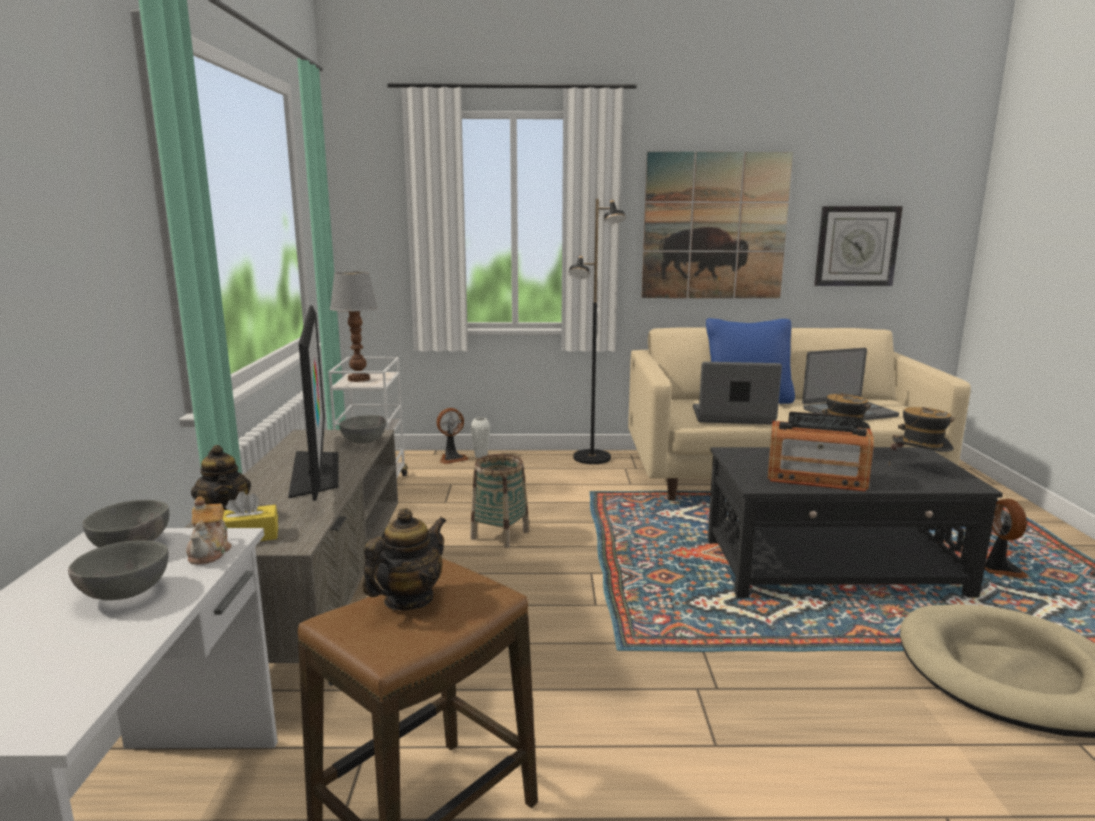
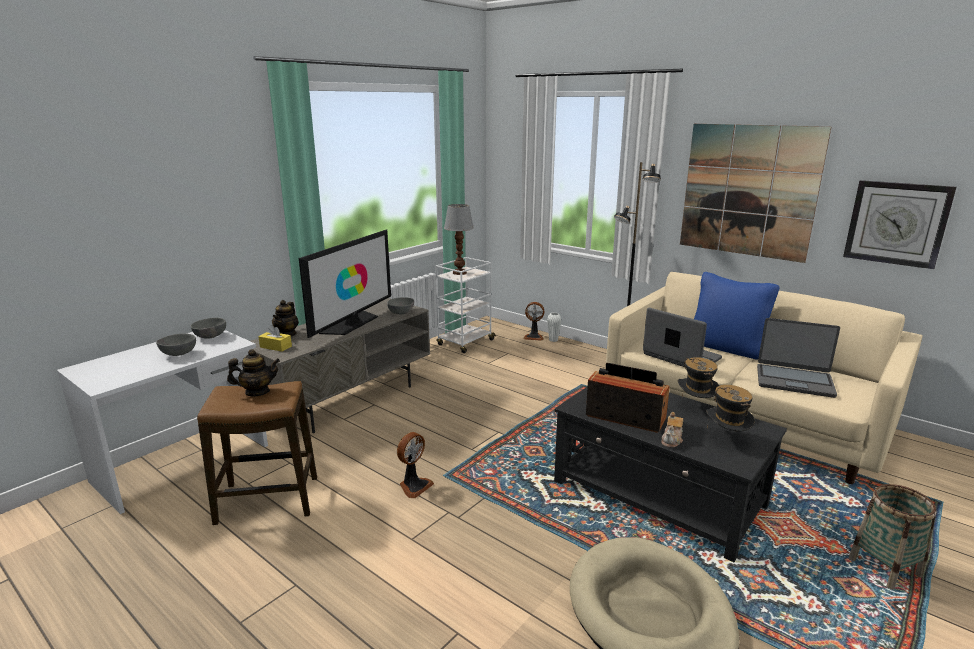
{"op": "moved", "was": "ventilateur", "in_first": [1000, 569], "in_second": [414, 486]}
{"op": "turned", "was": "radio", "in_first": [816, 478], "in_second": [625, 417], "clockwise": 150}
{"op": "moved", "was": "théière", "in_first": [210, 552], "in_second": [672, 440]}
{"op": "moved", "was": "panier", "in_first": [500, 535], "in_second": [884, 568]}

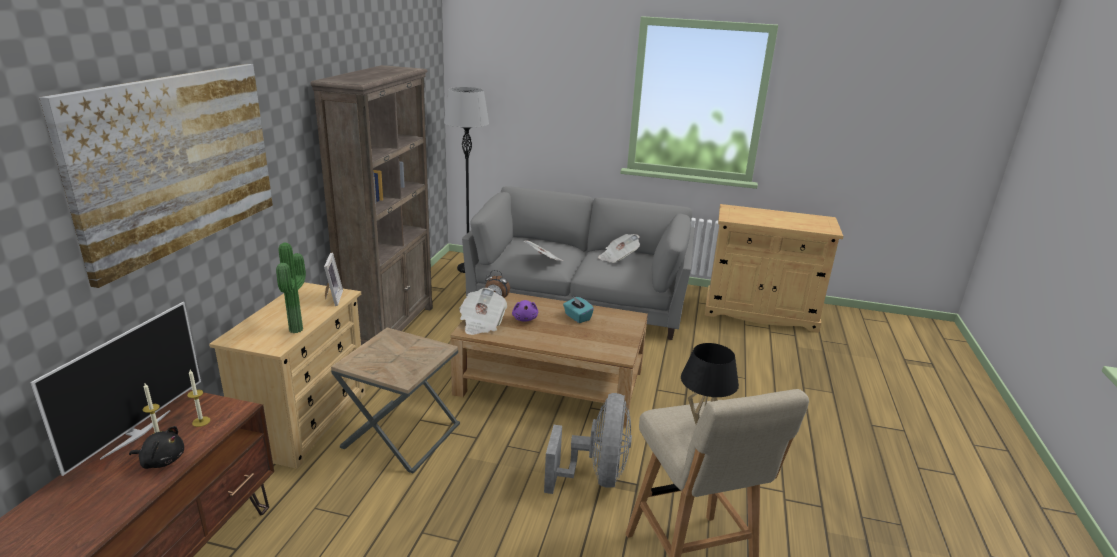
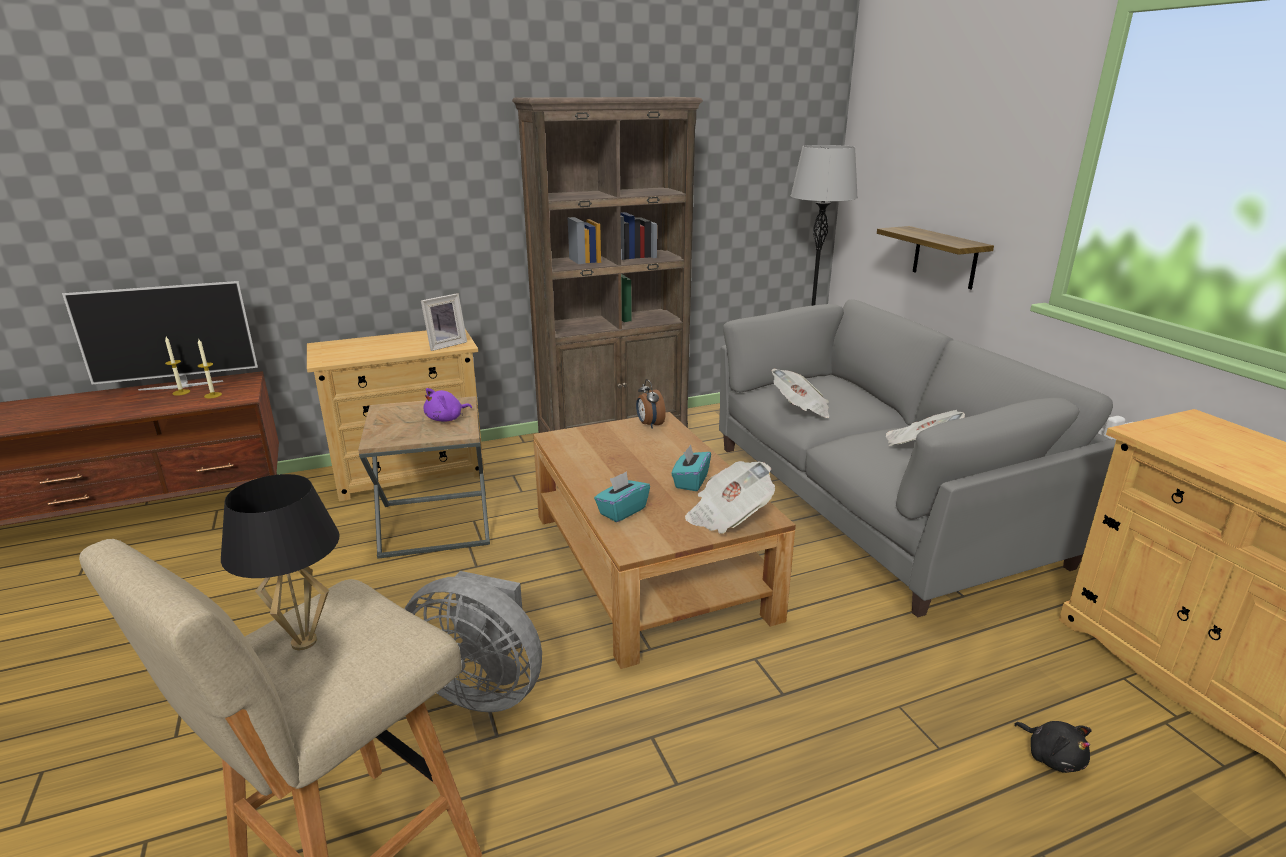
{"op": "turned", "was": "ventilateur/gris", "in_first": [596, 476], "in_second": [481, 688], "clockwise": 45}
{"op": "moved", "was": "peluche/violet", "in_first": [525, 319], "in_second": [446, 419]}
{"op": "added", "now": "boîte à mouchoirs/turquoise", "in_second": [622, 511]}
{"op": "moved", "was": "journal", "in_first": [481, 323], "in_second": [728, 516]}
{"op": "added", "now": "étagère", "in_second": [945, 257]}
{"op": "moved", "was": "peluche/noir", "in_first": [161, 460], "in_second": [1052, 757]}
{"op": "removed", "was": "tableau", "in_first": [177, 162]}
{"op": "removed", "was": "plante en pot", "in_first": [299, 329]}

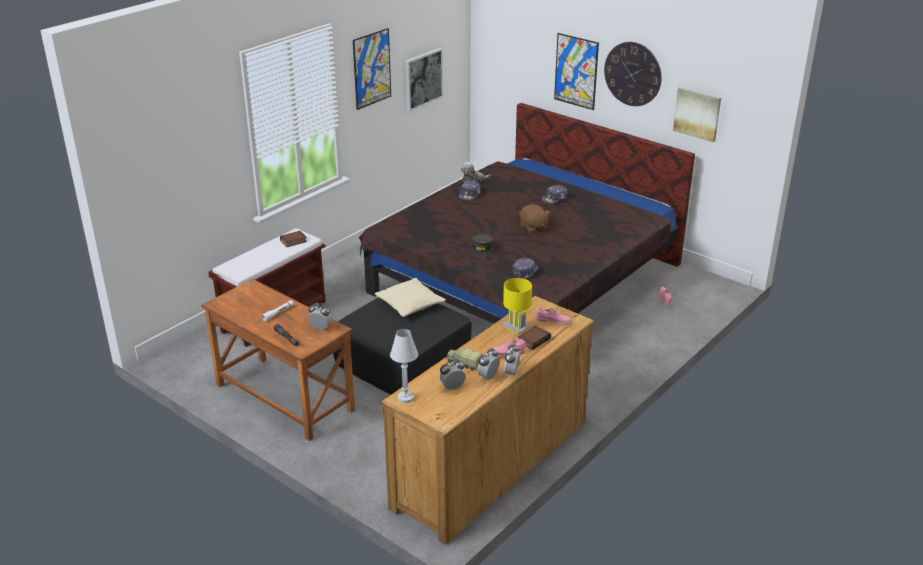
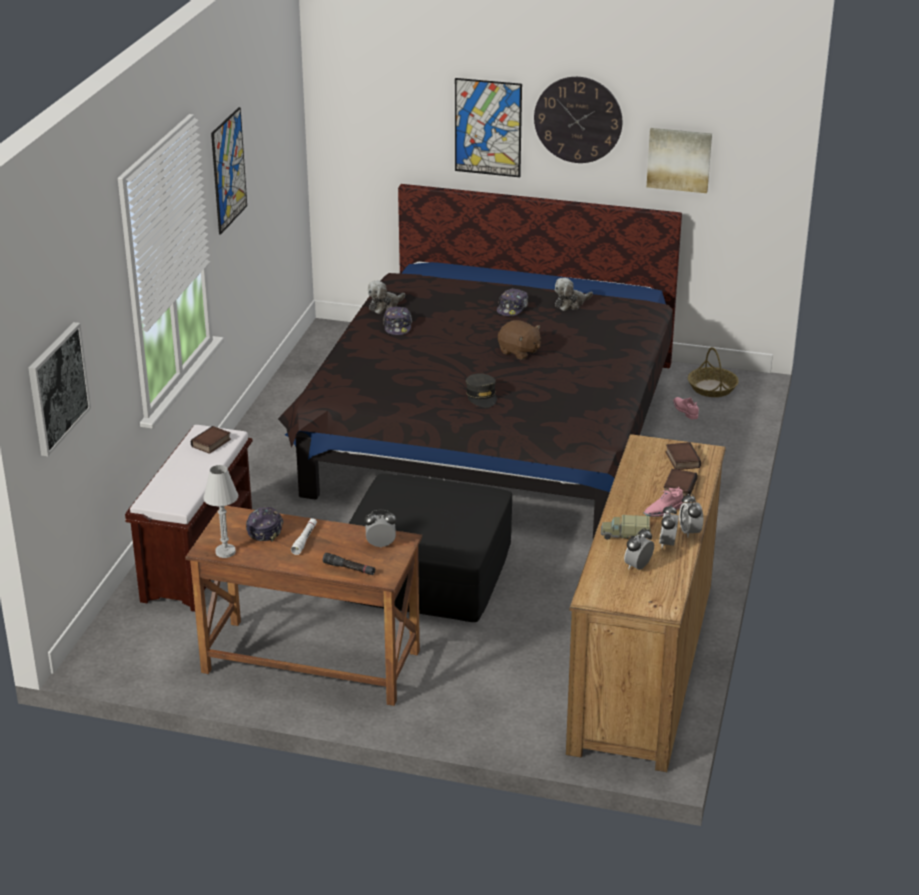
{"op": "moved", "was": "tableau", "in_first": [423, 79], "in_second": [57, 388]}
{"op": "moved", "was": "lampe de table/blanc", "in_first": [405, 398], "in_second": [225, 552]}
{"op": "moved", "was": "casquette", "in_first": [525, 272], "in_second": [265, 529]}
{"op": "added", "now": "peluche", "in_second": [571, 304]}
{"op": "replaced", "was": "chaussure/rose", "now": "livre", "in_first": [553, 321], "in_second": [681, 459]}
{"op": "added", "now": "panier", "in_second": [712, 388]}
{"op": "removed", "was": "coussin/beige", "in_first": [410, 305]}
{"op": "removed", "was": "lampe de table/jaune", "in_first": [516, 327]}

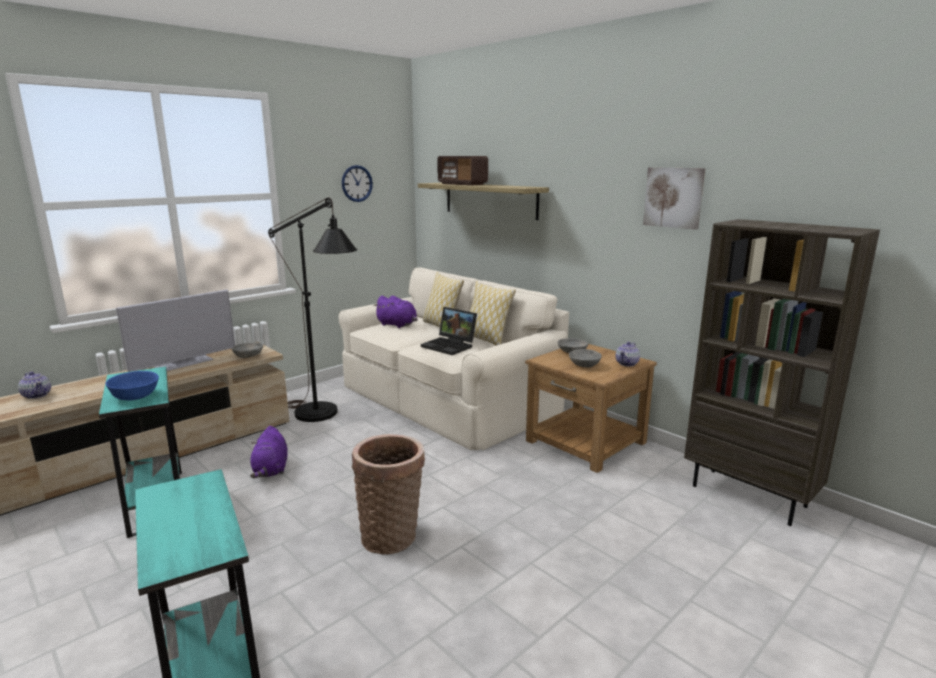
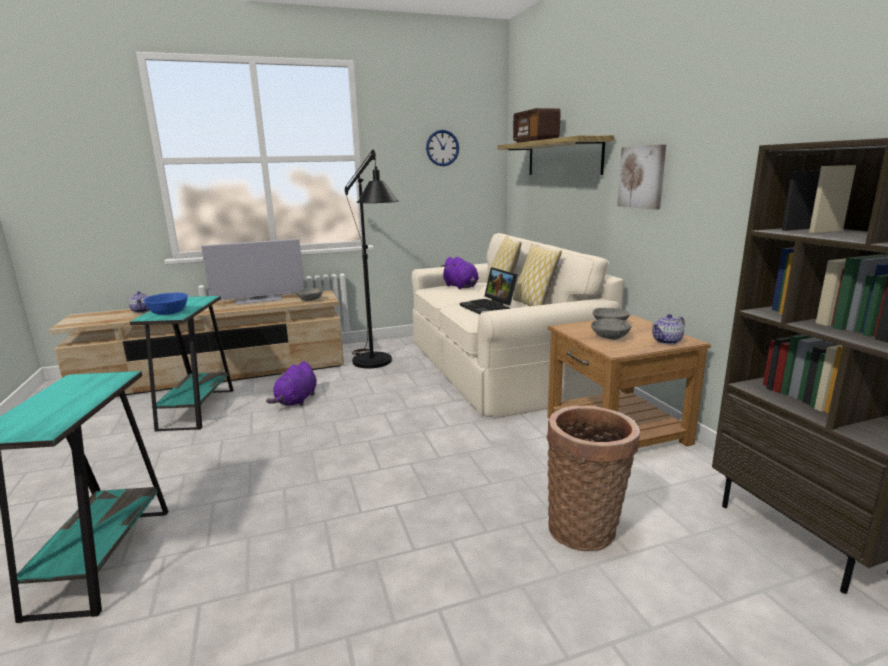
{"op": "moved", "was": "panier", "in_first": [392, 535], "in_second": [585, 528]}
{"op": "moved", "was": "tableau", "in_first": [674, 197], "in_second": [642, 177]}

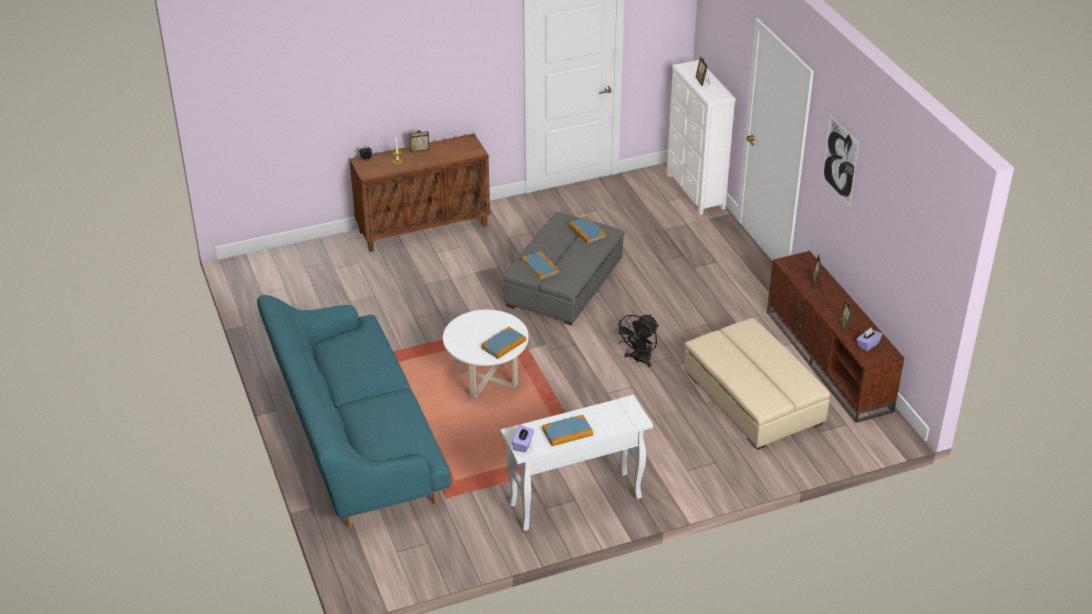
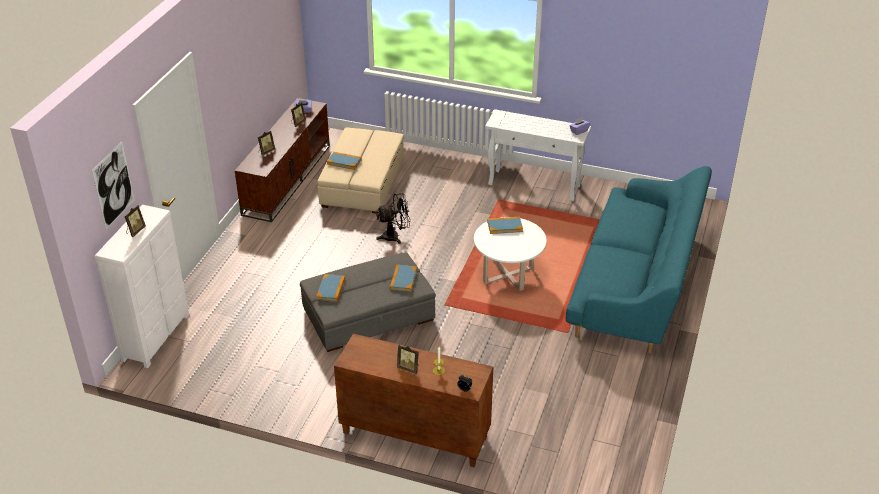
{"op": "moved", "was": "tableau", "in_first": [840, 160], "in_second": [113, 185]}
{"op": "moved", "was": "livre", "in_first": [567, 432], "in_second": [344, 162]}

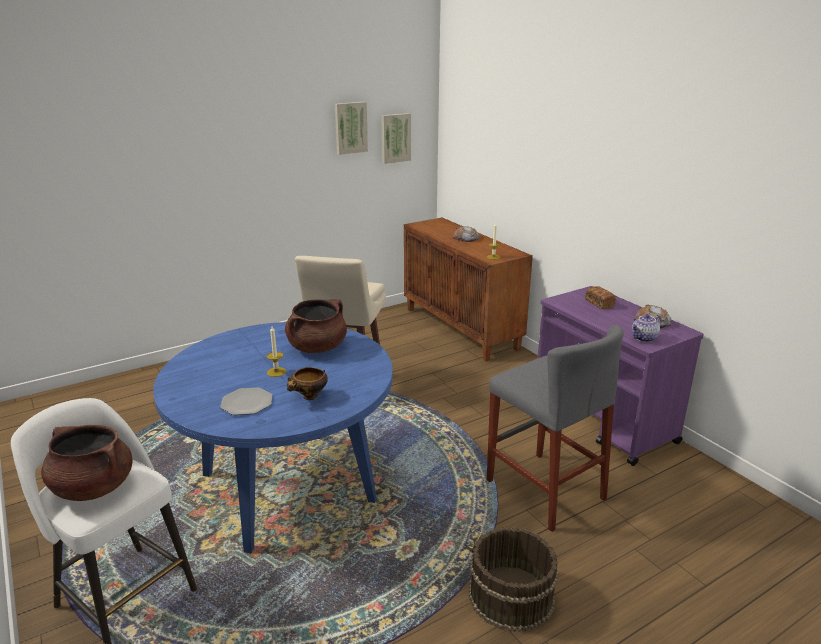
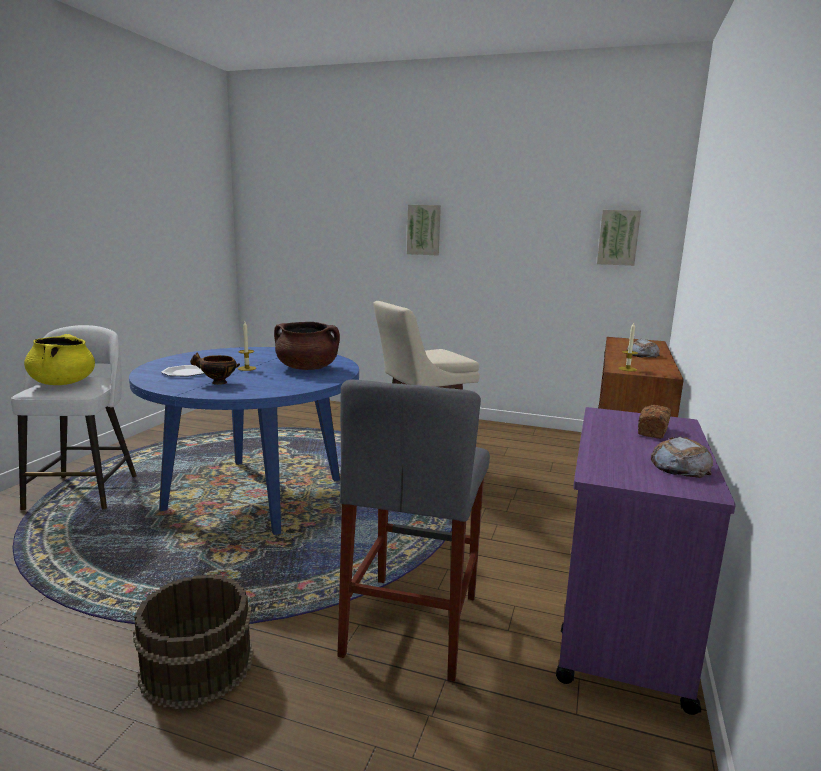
{"op": "recoloured", "was": "marmite/marron", "now": "marmite/jaune", "in_first": [93, 487], "in_second": [63, 383]}
{"op": "moved", "was": "tableau", "in_first": [350, 127], "in_second": [424, 230]}
{"op": "removed", "was": "théière", "in_first": [644, 338]}

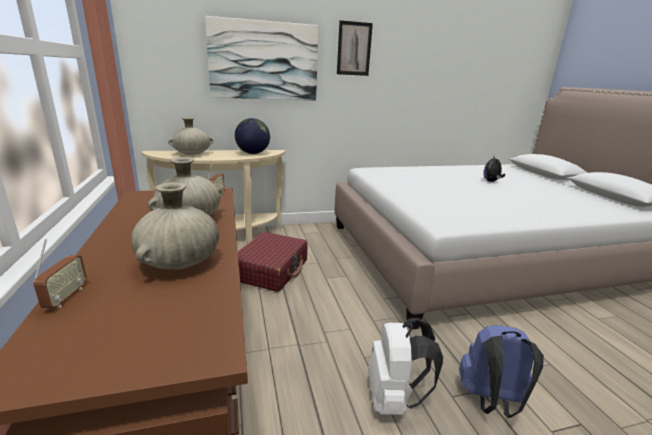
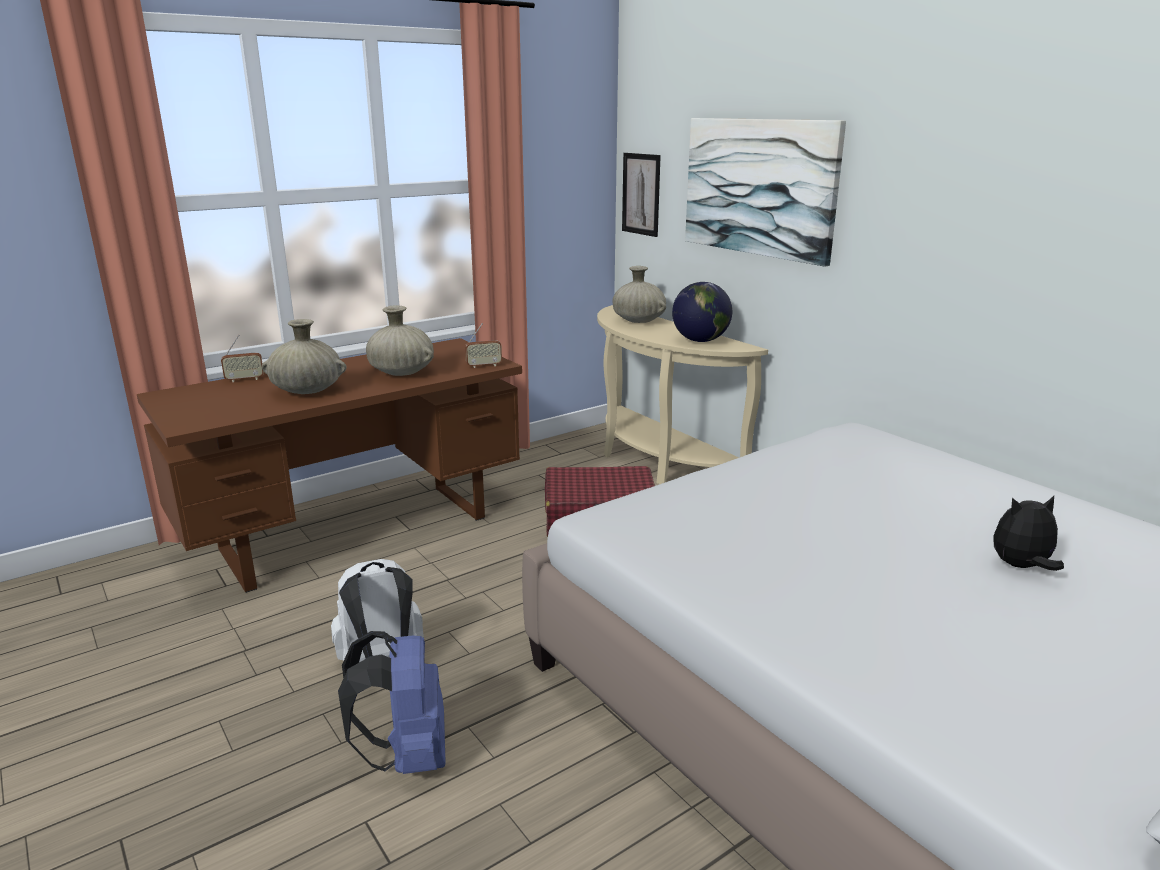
{"op": "moved", "was": "tableau", "in_first": [354, 49], "in_second": [641, 194]}

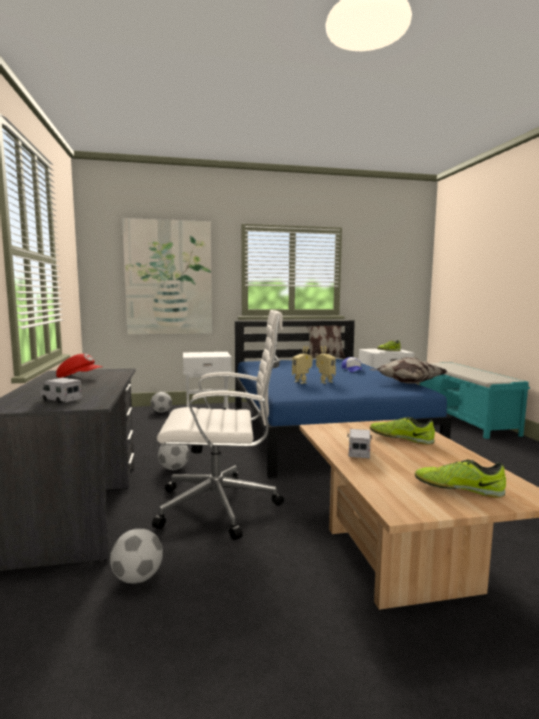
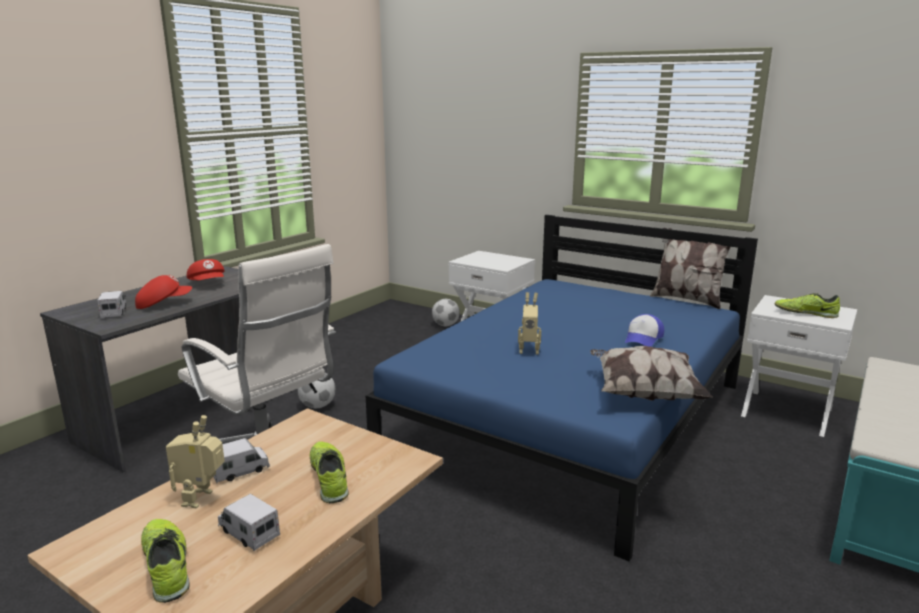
{"op": "added", "now": "casquette/rouge", "in_second": [163, 304]}
{"op": "moved", "was": "robot jouet", "in_first": [302, 382], "in_second": [202, 499]}
{"op": "added", "now": "camion jouet", "in_second": [249, 532]}
{"op": "removed", "was": "ballon de foot", "in_first": [138, 578]}
{"op": "removed", "was": "tableau", "in_first": [169, 278]}

